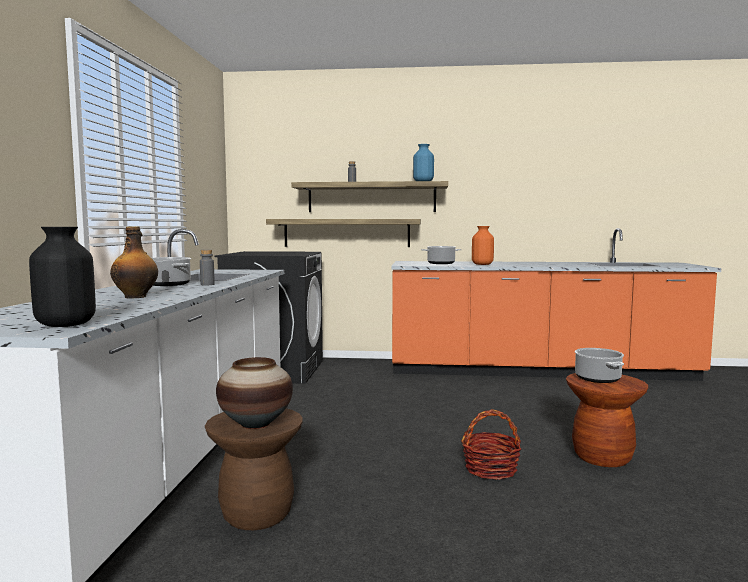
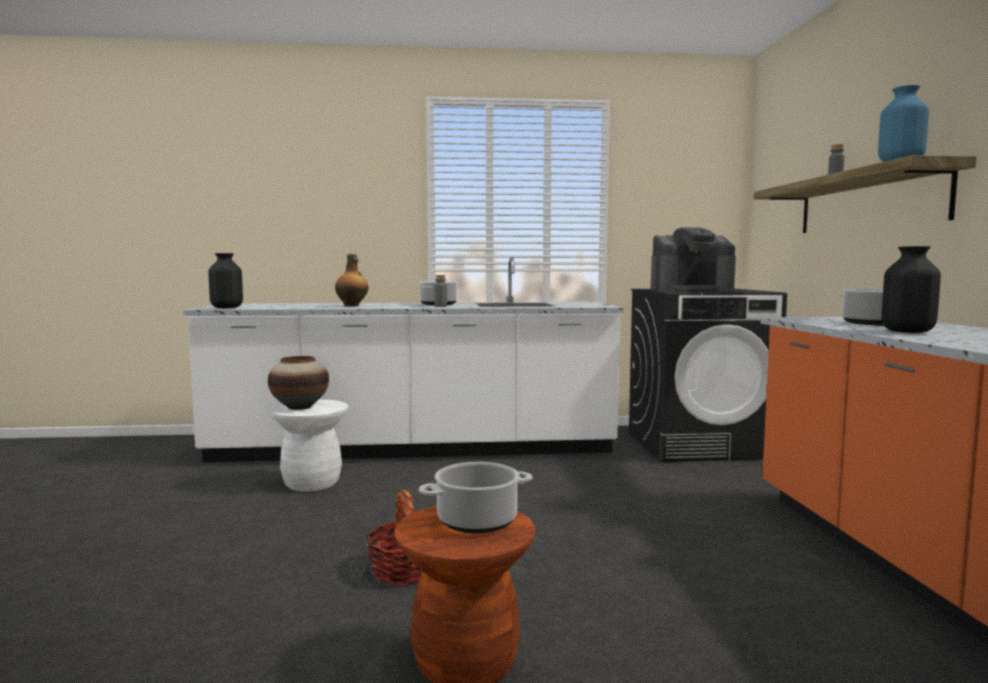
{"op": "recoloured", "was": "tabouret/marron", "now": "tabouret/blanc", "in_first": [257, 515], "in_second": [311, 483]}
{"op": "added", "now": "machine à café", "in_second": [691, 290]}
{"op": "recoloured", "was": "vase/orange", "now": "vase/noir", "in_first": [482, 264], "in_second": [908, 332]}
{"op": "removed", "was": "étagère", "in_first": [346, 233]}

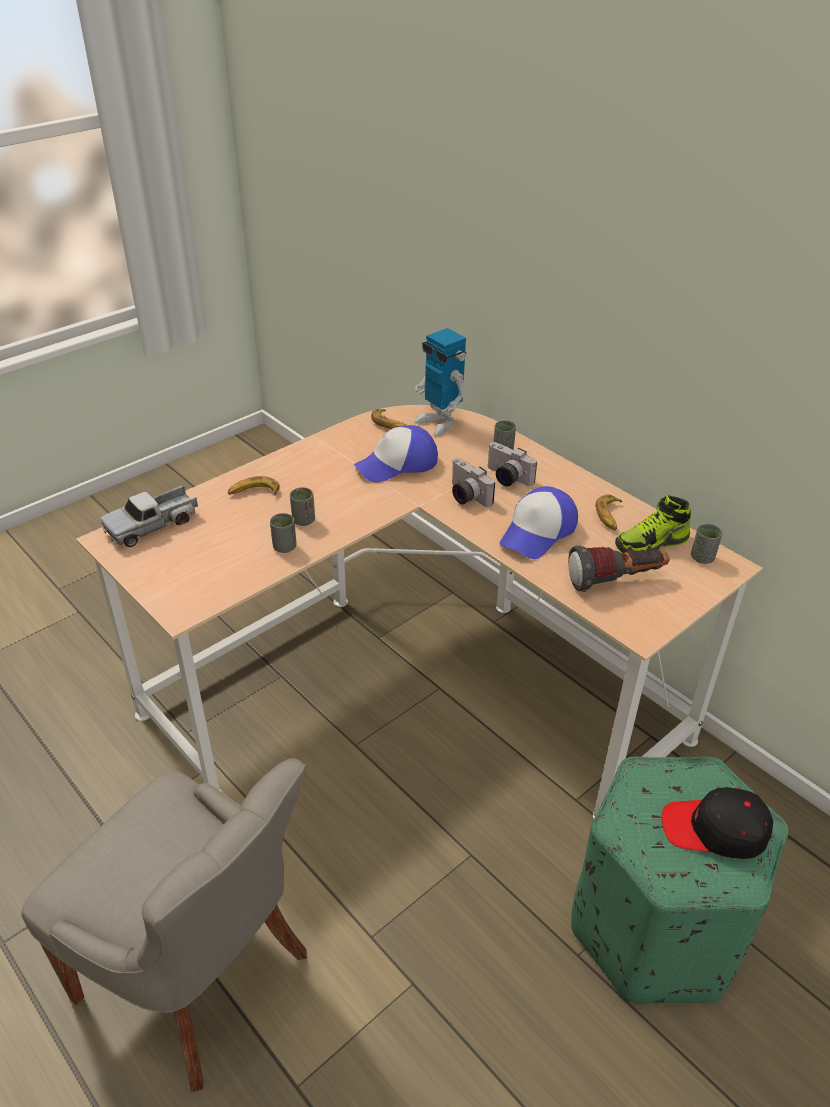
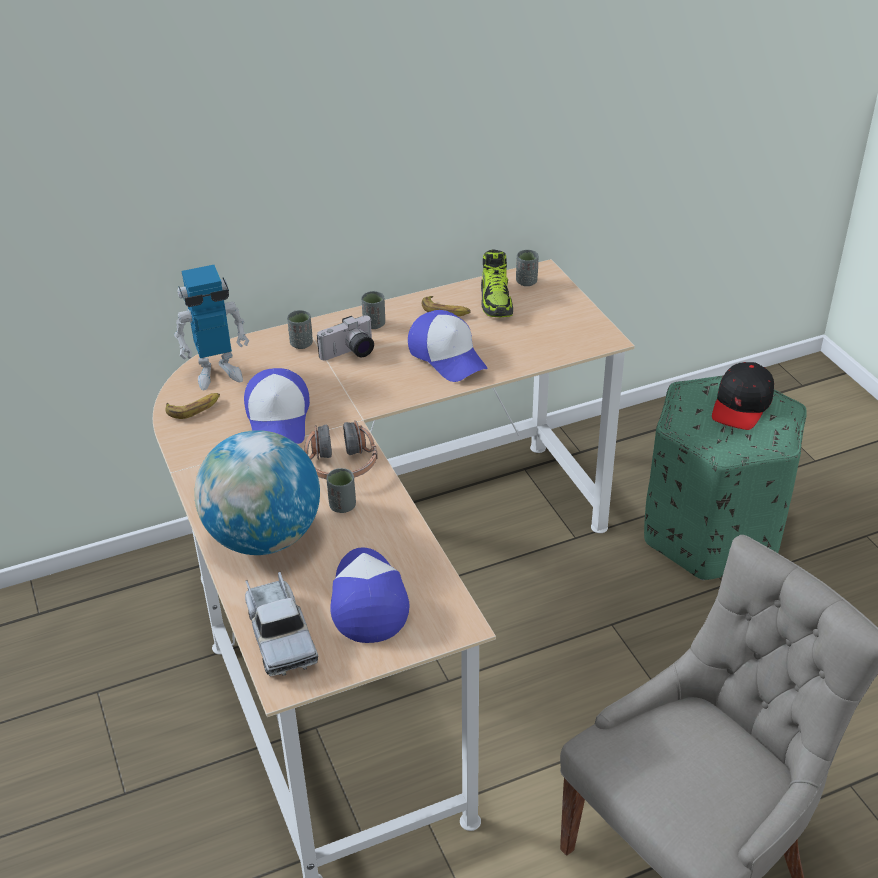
{"op": "replaced", "was": "banane", "now": "globe", "in_first": [254, 492], "in_second": [264, 538]}
{"op": "added", "now": "casque audio", "in_second": [341, 465]}
{"op": "added", "now": "casquette", "in_second": [367, 600]}
{"op": "moved", "was": "tasse/gris", "in_first": [284, 547], "in_second": [374, 324]}
{"op": "removed", "was": "appareil photo", "in_first": [465, 496]}
{"op": "removed", "was": "lampe de poche", "in_first": [616, 581]}

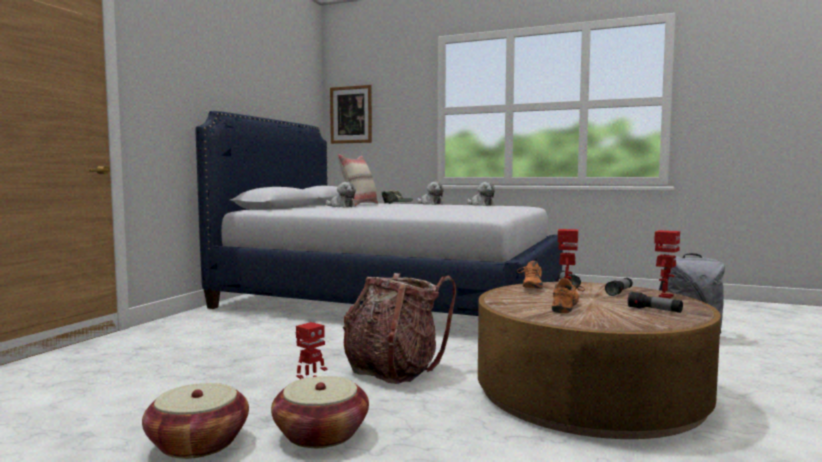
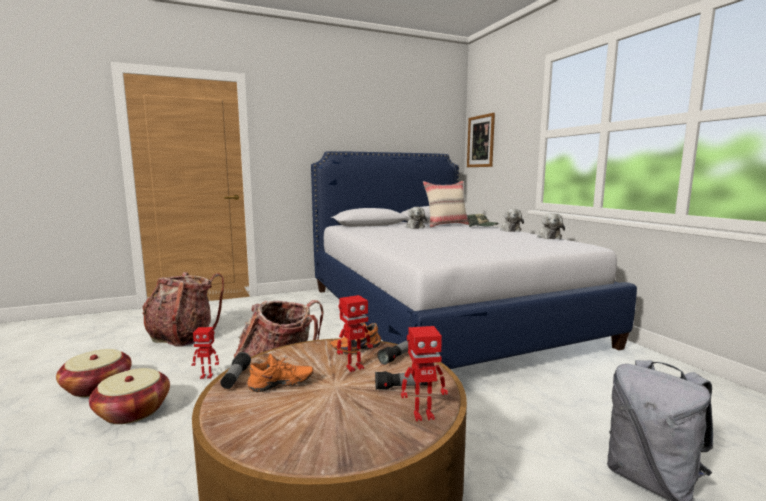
{"op": "added", "now": "sac à dos", "in_second": [183, 336]}
{"op": "moved", "was": "lampe de poche", "in_first": [654, 310], "in_second": [236, 378]}

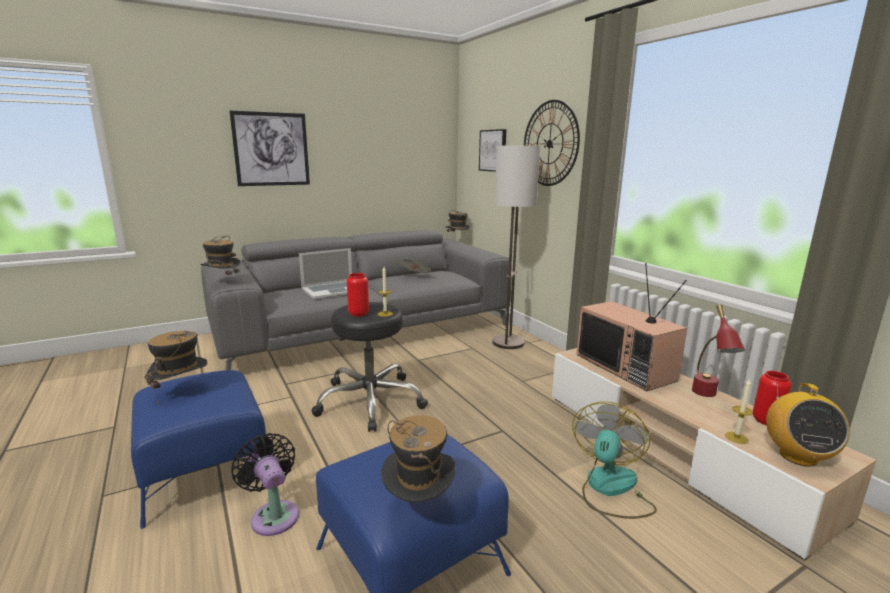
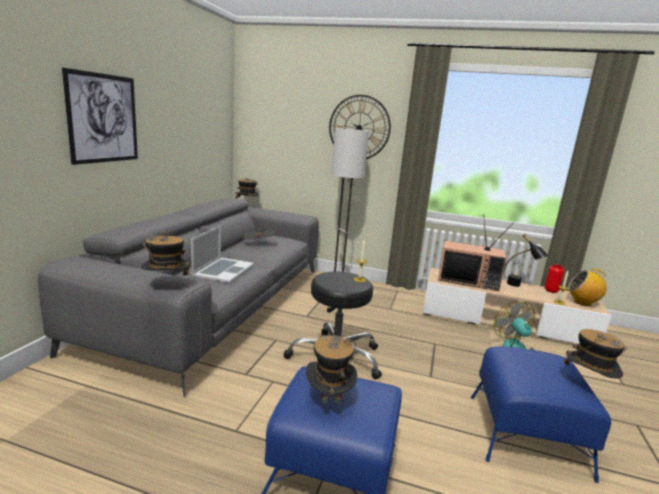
{"op": "recoloured", "was": "lampe de table/rouge", "now": "lampe de table/noir", "in_first": [708, 397], "in_second": [519, 286]}
{"op": "turned", "was": "radio", "in_first": [797, 456], "in_second": [583, 303], "clockwise": 135}
{"op": "removed", "was": "ventilateur/noir", "in_first": [273, 515]}
{"op": "removed", "was": "vase/rouge", "in_first": [358, 314]}
{"op": "removed", "was": "tableau", "in_first": [493, 150]}

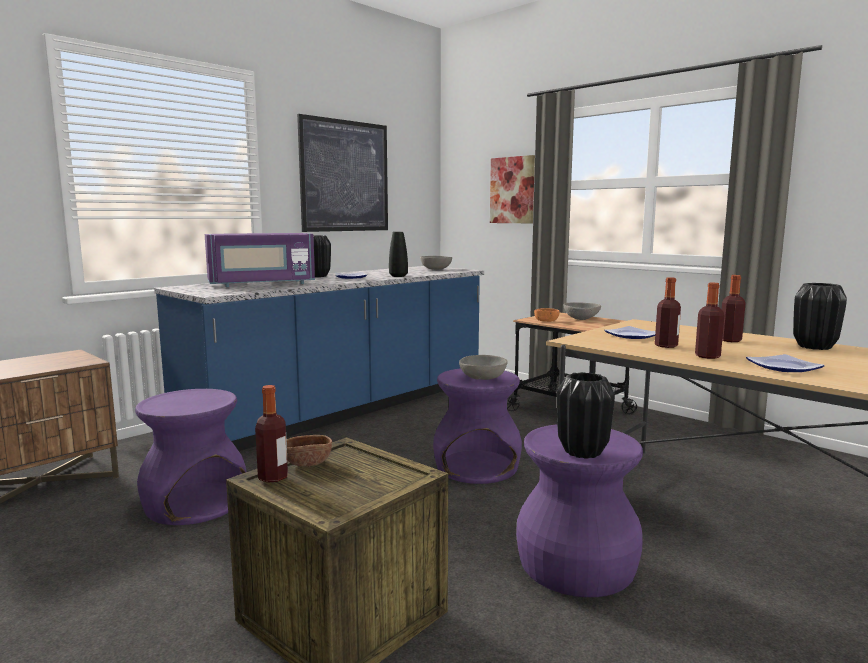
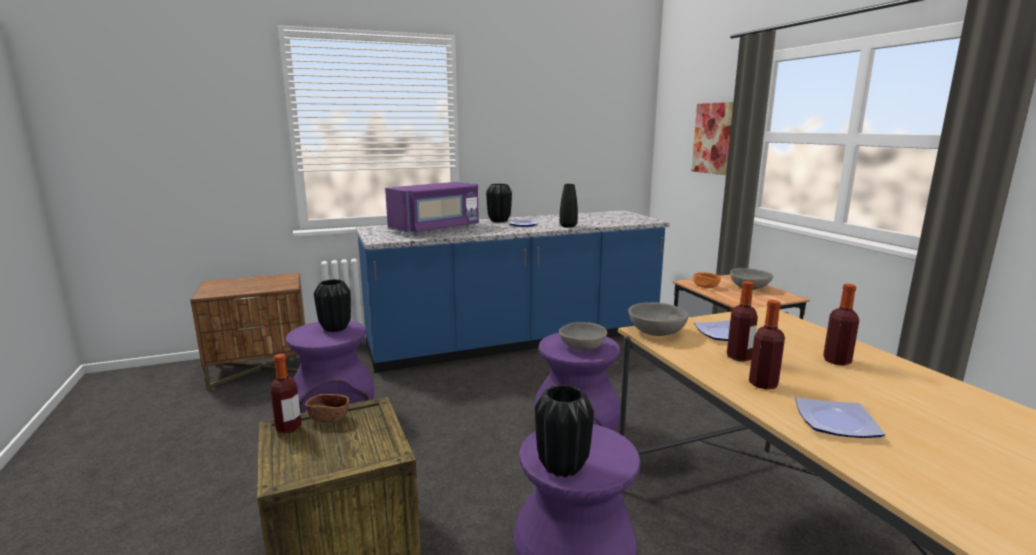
{"op": "moved", "was": "vase/noir", "in_first": [814, 347], "in_second": [335, 328]}
{"op": "turned", "was": "micro-ondes/violet", "in_first": [261, 284], "in_second": [436, 229], "clockwise": -45}
{"op": "moved", "was": "bol/gris", "in_first": [436, 269], "in_second": [657, 333]}
{"op": "removed", "was": "tableau", "in_first": [345, 176]}

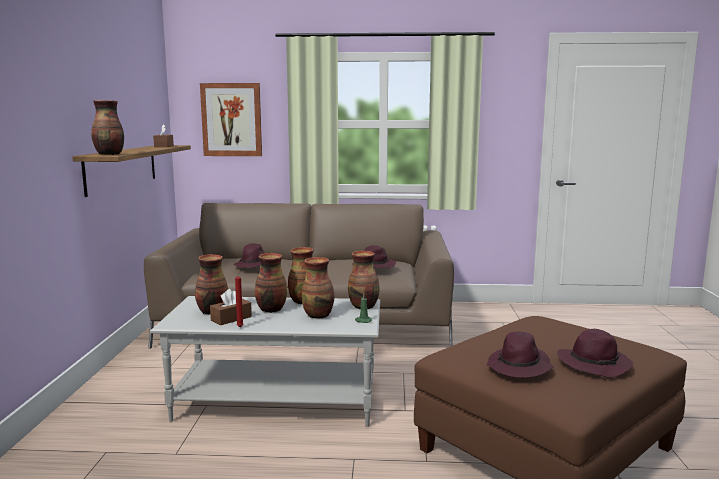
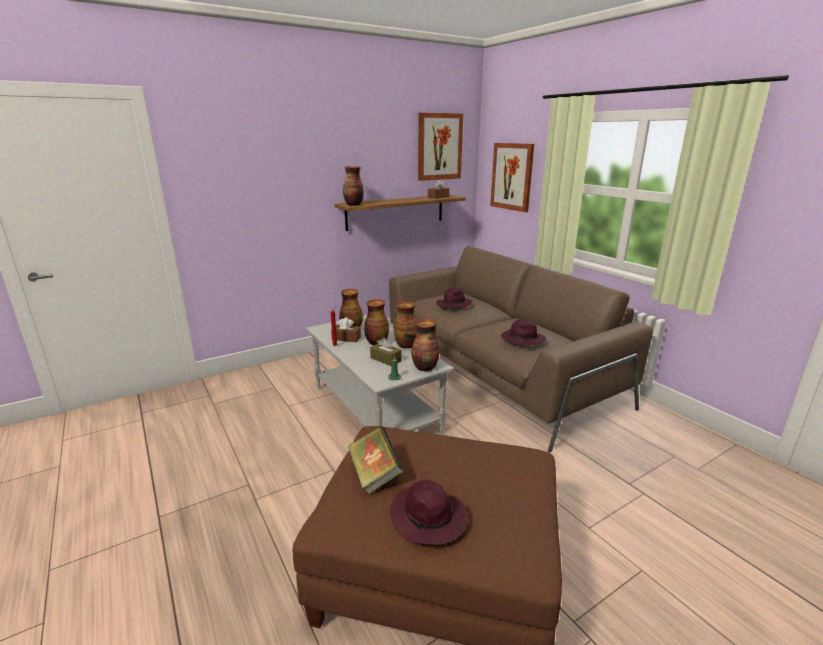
{"op": "replaced", "was": "chapeau/violet", "now": "livre", "in_first": [519, 367], "in_second": [375, 474]}
{"op": "replaced", "was": "vase", "now": "boîte à mouchoirs/marron", "in_first": [318, 315], "in_second": [385, 359]}
{"op": "added", "now": "tableau", "in_second": [439, 147]}

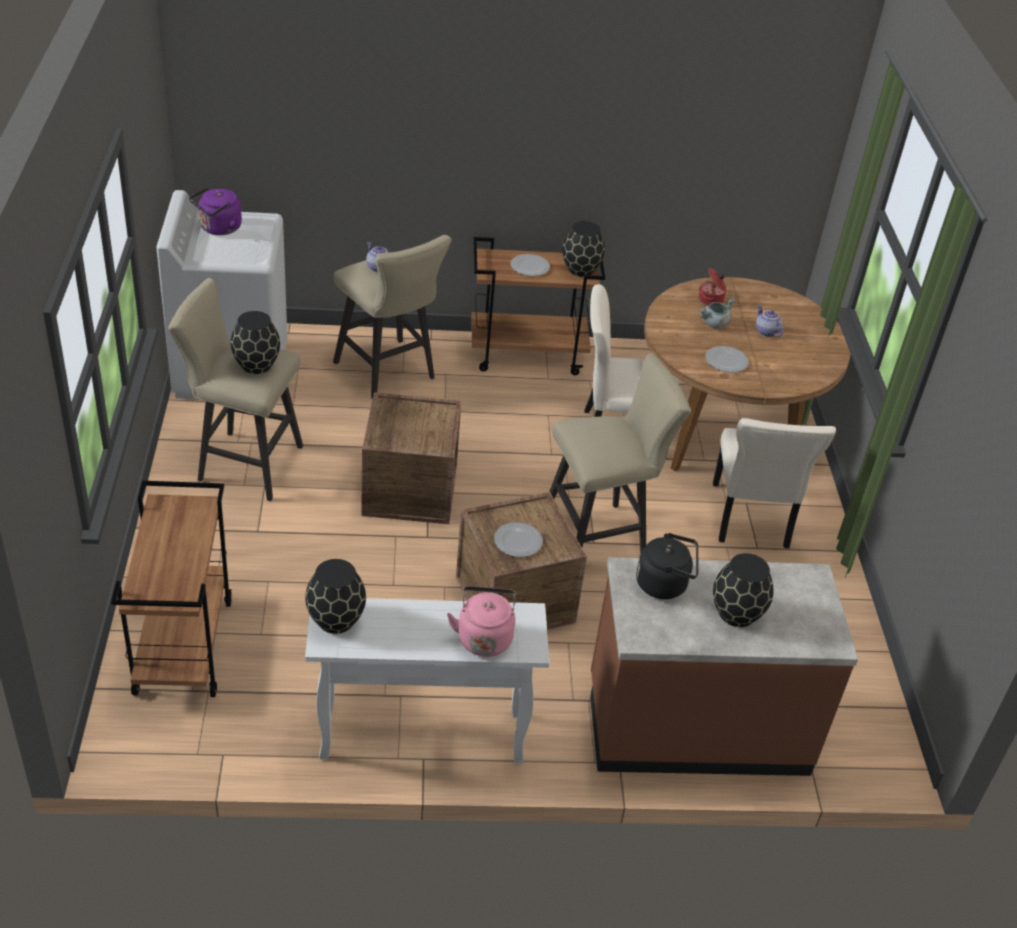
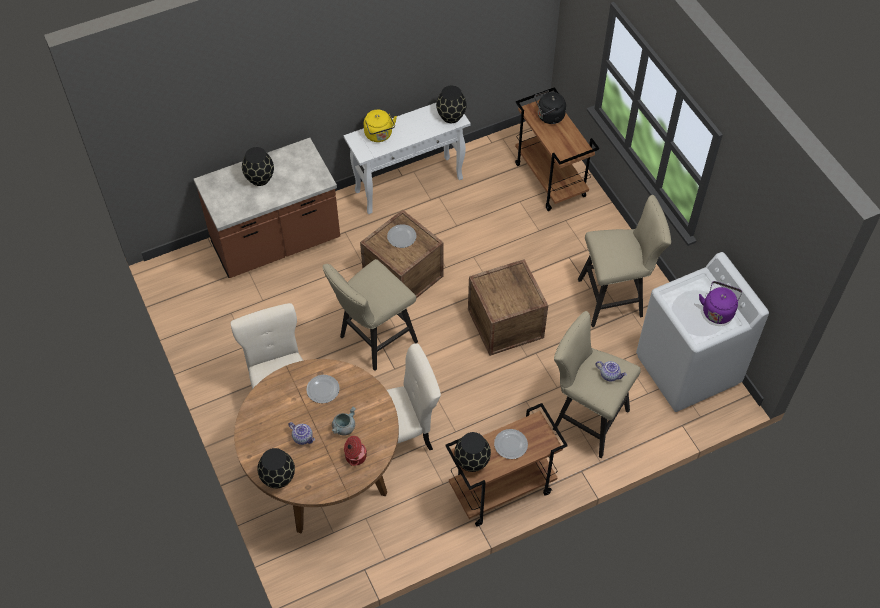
{"op": "moved", "was": "vase/noir", "in_first": [257, 365], "in_second": [278, 478]}
{"op": "recoloured", "was": "bouilloire/rose", "now": "bouilloire/jaune", "in_first": [484, 637], "in_second": [379, 135]}
{"op": "moved", "was": "bouilloire/noir", "in_first": [665, 584], "in_second": [549, 117]}

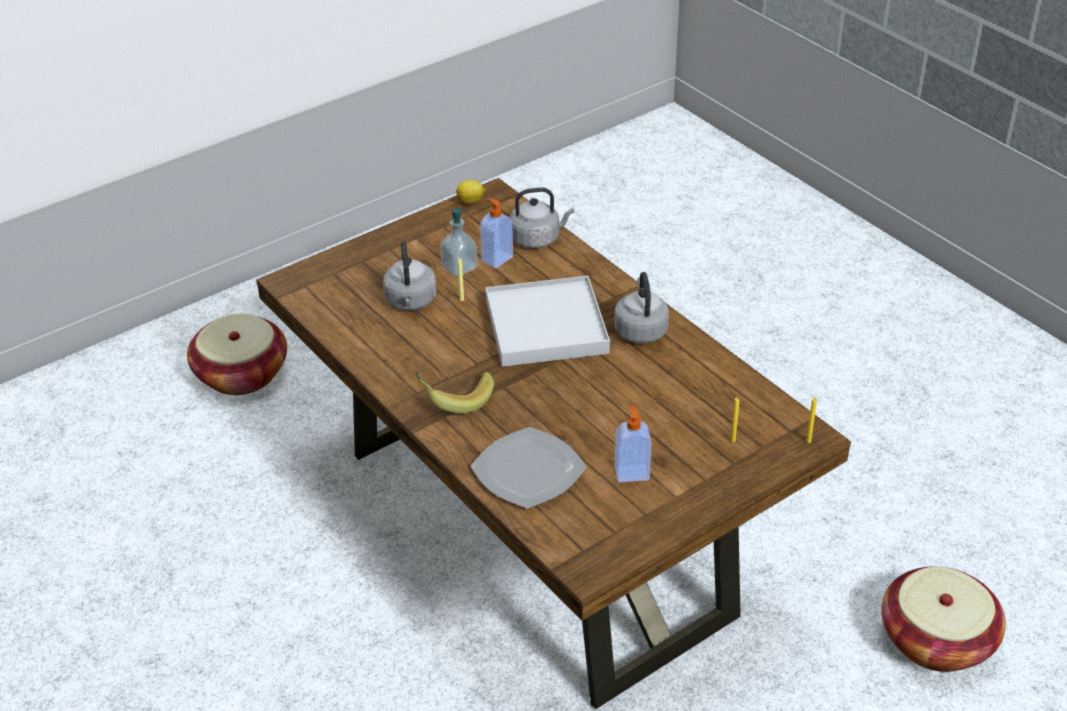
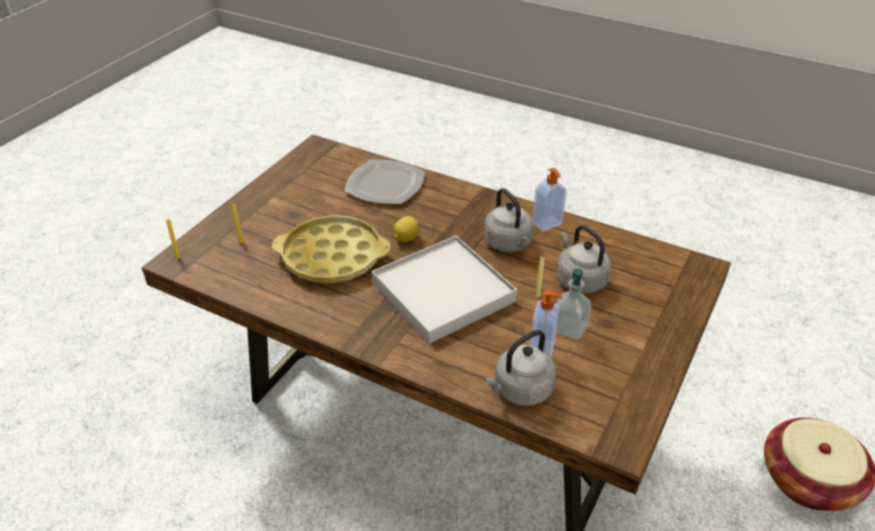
{"op": "added", "now": "plateau/jaune", "in_second": [332, 257]}
{"op": "moved", "was": "citron", "in_first": [471, 201], "in_second": [405, 239]}
{"op": "moved", "was": "bouilloire/gris", "in_first": [640, 330], "in_second": [509, 244]}
{"op": "moved", "was": "distributeur de savon", "in_first": [631, 472], "in_second": [547, 224]}
{"op": "removed", "was": "banane", "in_first": [455, 398]}
{"op": "removed", "was": "panier", "in_first": [937, 640]}

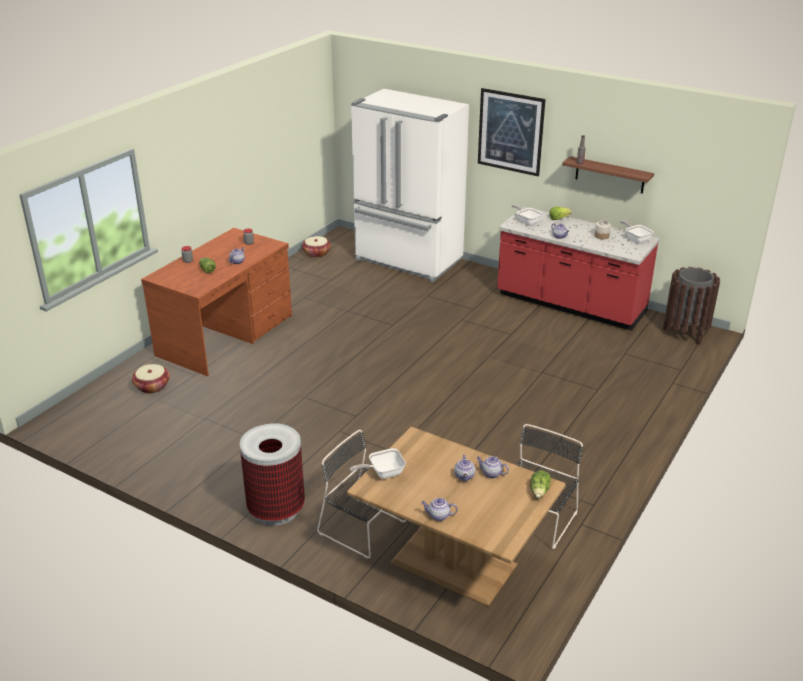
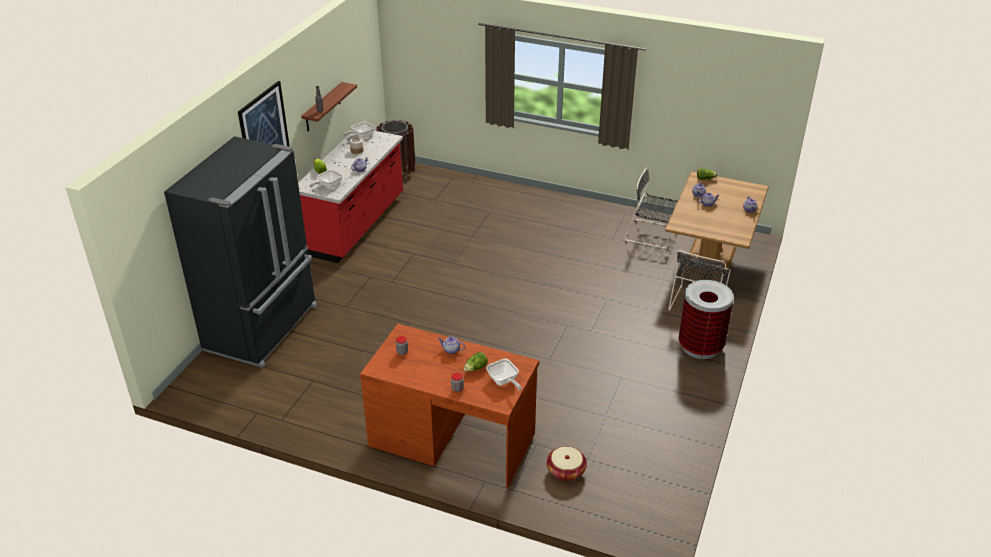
{"op": "recoloured", "was": "réfrigérateur/blanc", "now": "réfrigérateur/noir", "in_first": [408, 261], "in_second": [263, 328]}
{"op": "moved", "was": "poêle", "in_first": [383, 473], "in_second": [504, 381]}
{"op": "removed", "was": "panier", "in_first": [316, 253]}

